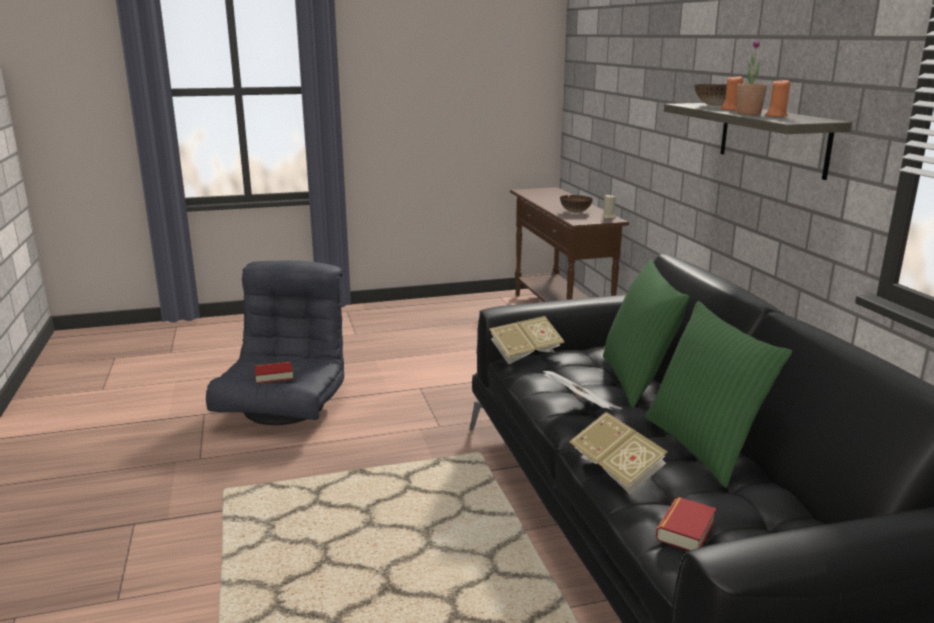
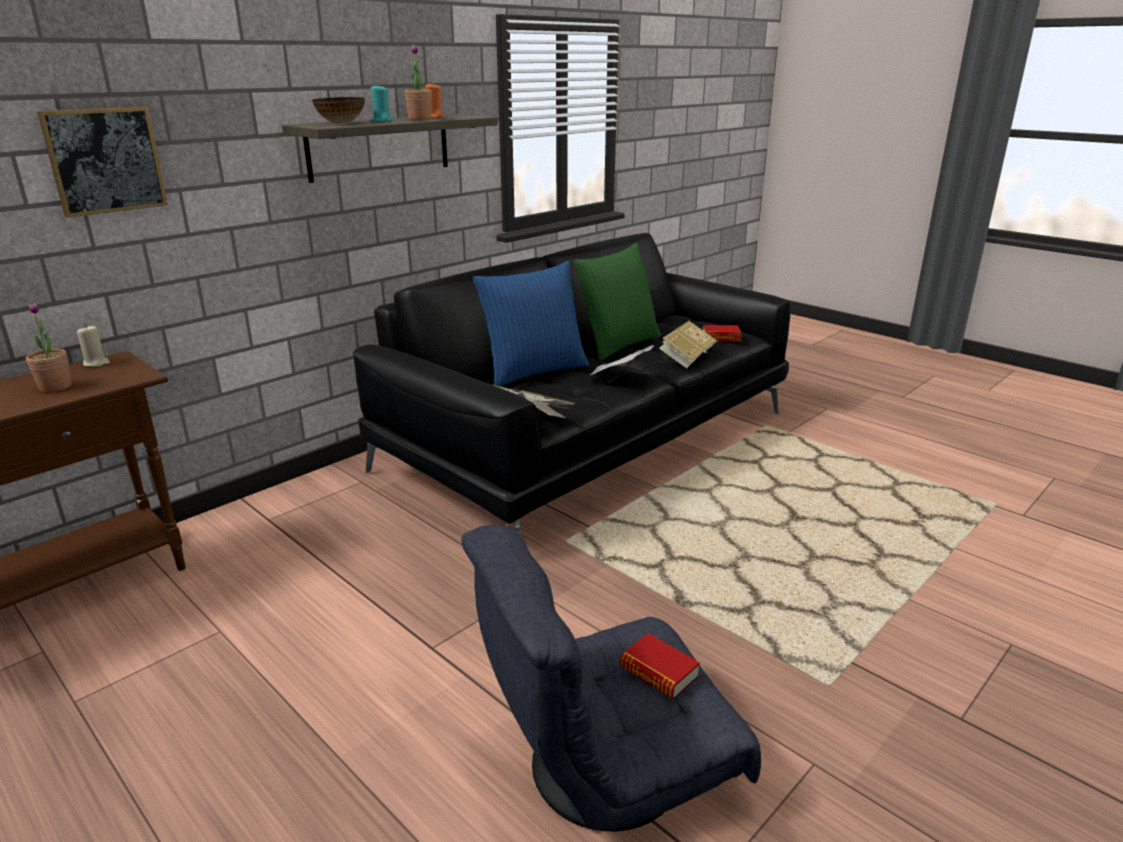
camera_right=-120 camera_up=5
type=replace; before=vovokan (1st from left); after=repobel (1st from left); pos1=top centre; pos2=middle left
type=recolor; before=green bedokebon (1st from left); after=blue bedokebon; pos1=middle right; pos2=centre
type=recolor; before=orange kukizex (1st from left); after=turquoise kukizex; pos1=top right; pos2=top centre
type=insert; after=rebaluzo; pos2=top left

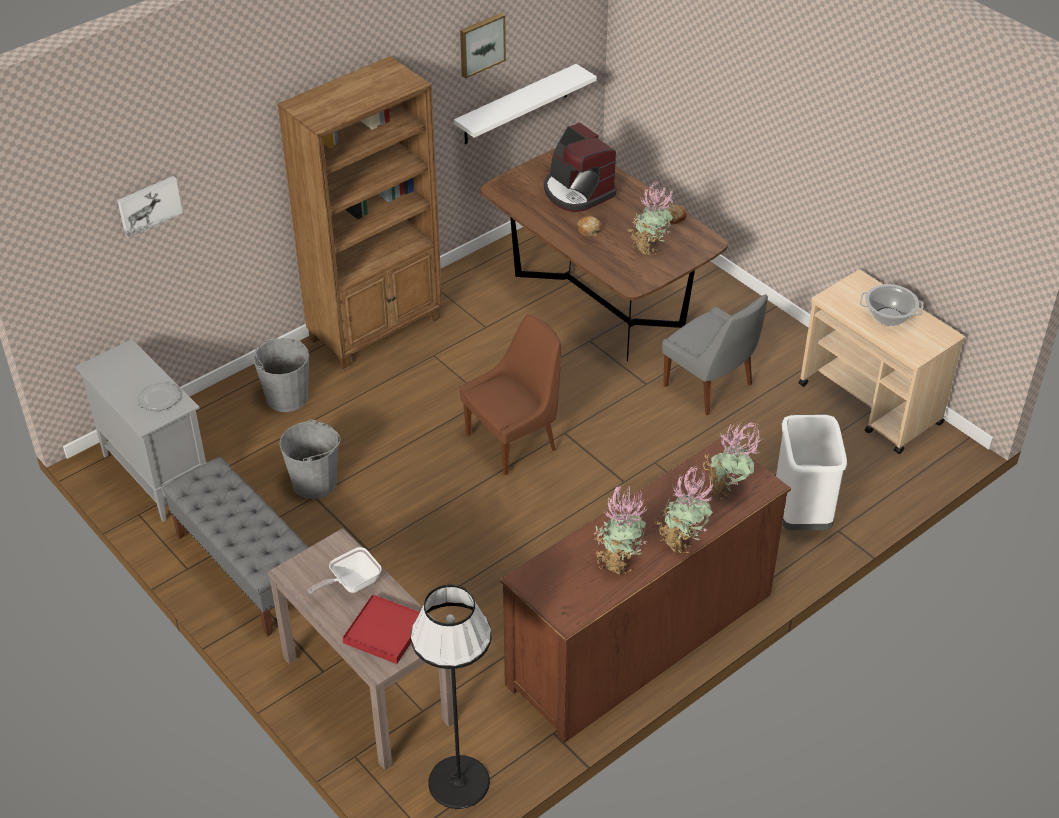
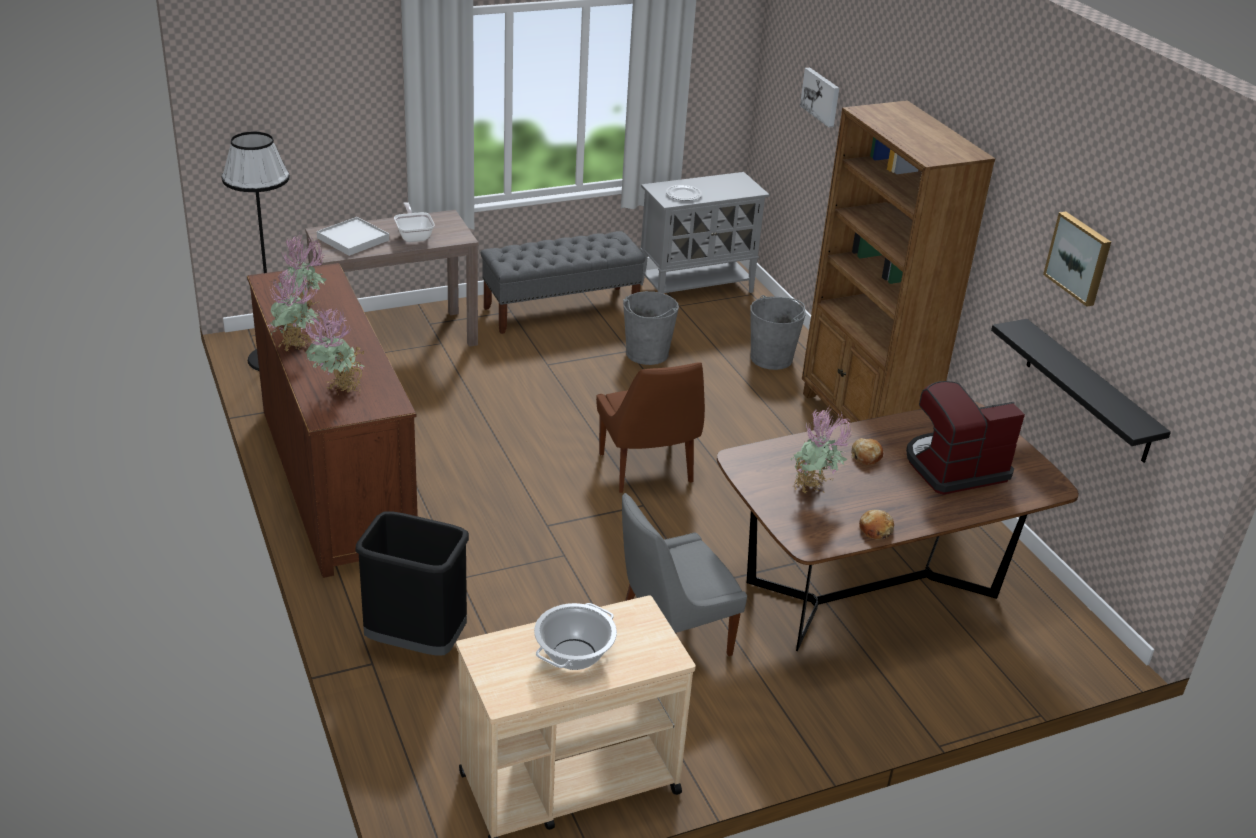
camera_right=105 camera_up=-10
type=recolor; before=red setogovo; after=white setogovo; pos1=bottom centre; pos2=top left
type=recolor; before=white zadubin; after=black zadubin; pos1=top centre; pos2=middle right
type=recolor; before=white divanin; after=black divanin; pos1=middle right; pos2=bottom left

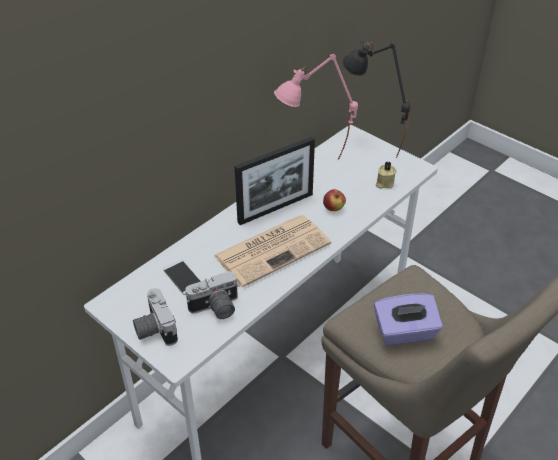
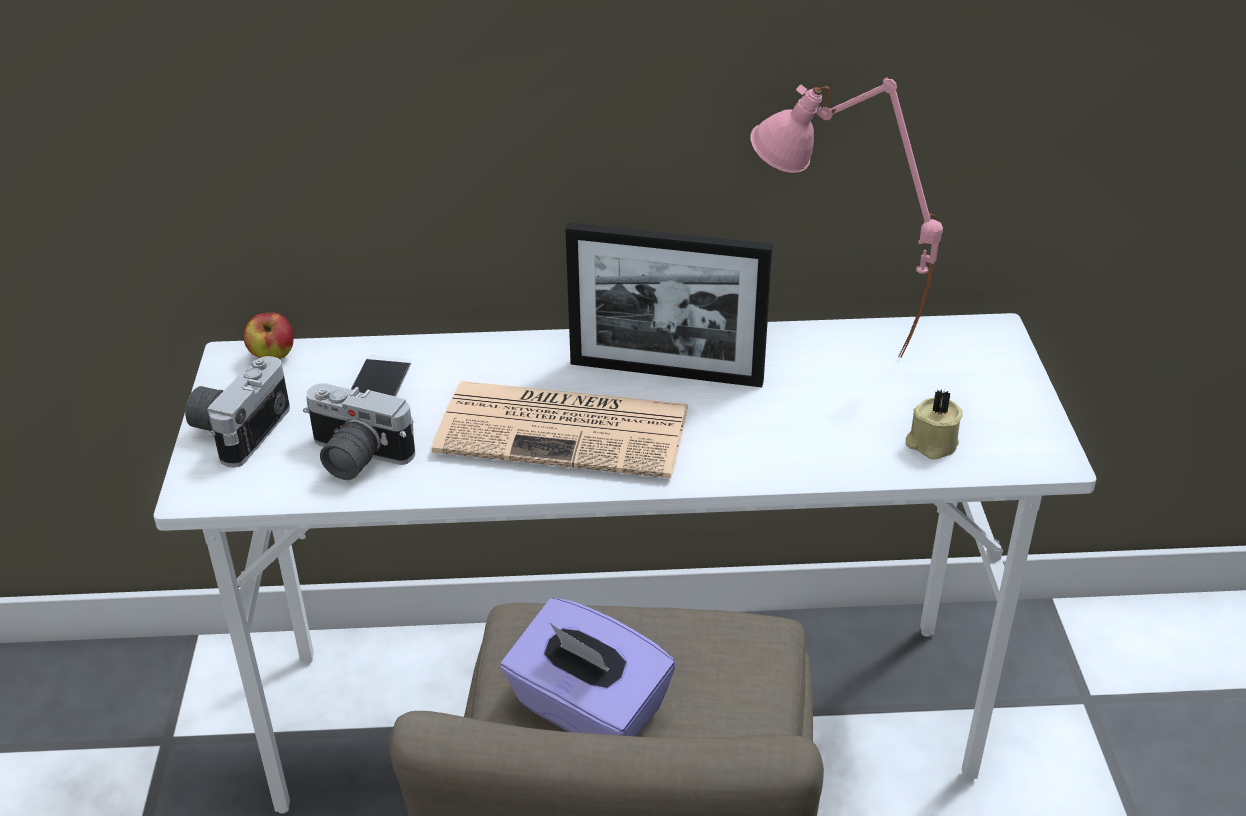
camera_right=45 camera_up=-5
type=move; before=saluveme; pos1=centre; pos2=middle left
type=delete; before=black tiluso; pos1=top right

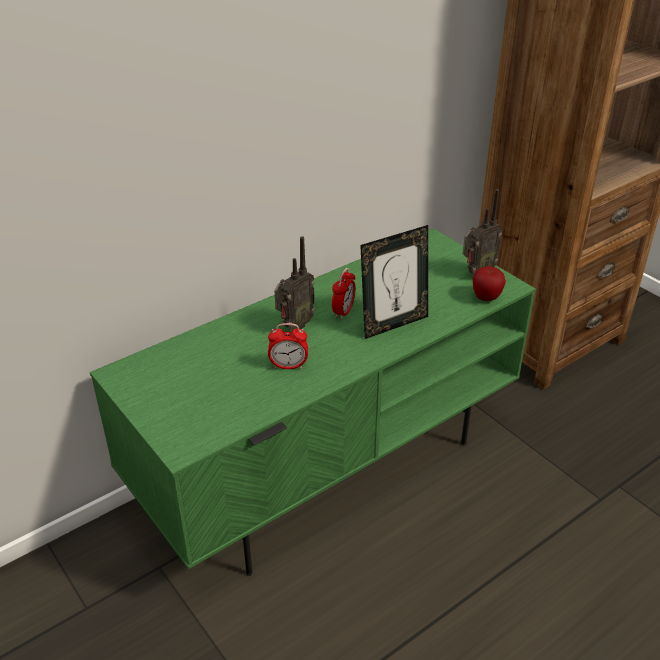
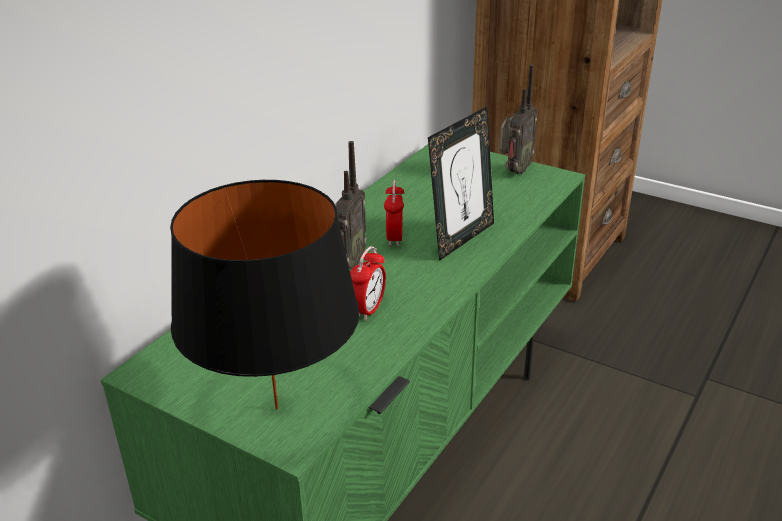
camera_right=-20 camera_up=-5
type=rotate; before=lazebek (1st from left); pos1=centre; pos2=centre; turn=-45
type=delete; before=saluveme; pos1=middle right
type=insert; after=black tiluso; pos2=centre

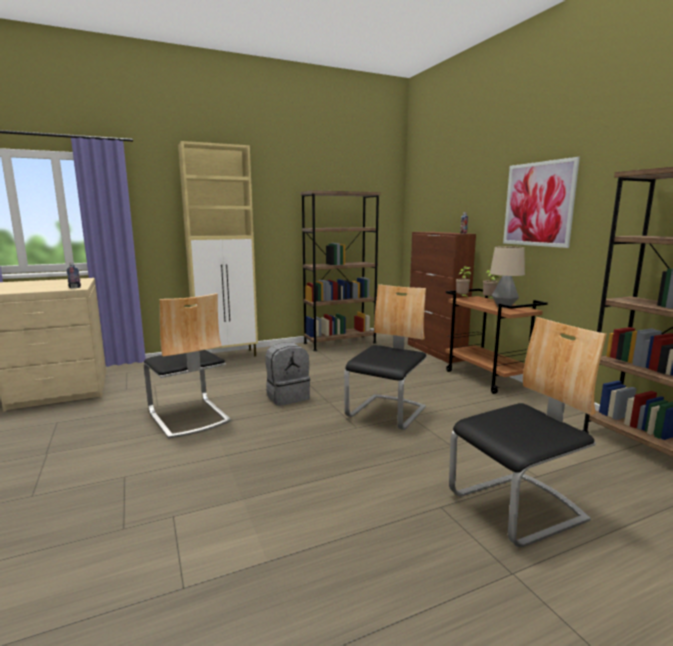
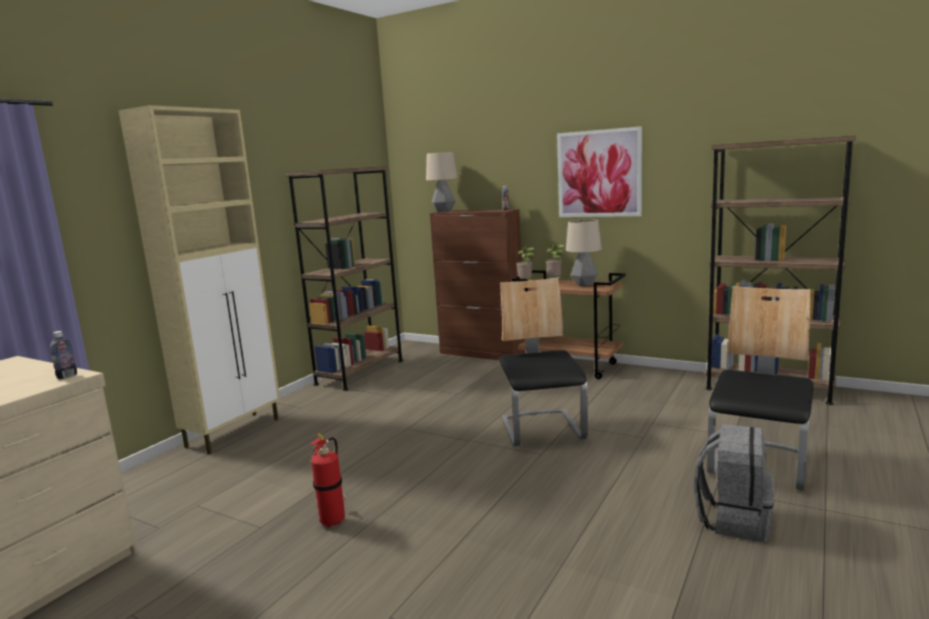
camera_right=-35 camera_up=0
type=replace; before=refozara (1st from left); after=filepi; pos1=middle left; pos2=bottom centre
type=move; before=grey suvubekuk; pos1=centre; pos2=bottom right
type=insert; after=tiluso (1st from left); pos2=top centre

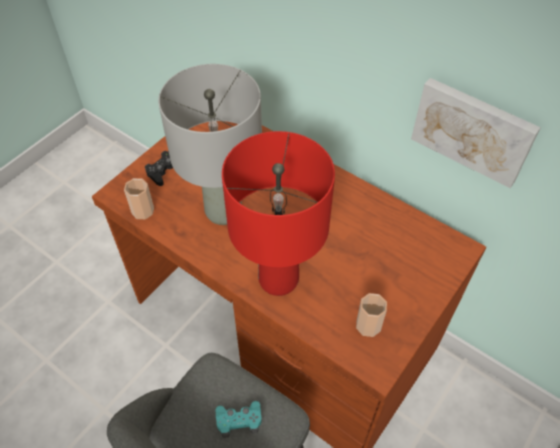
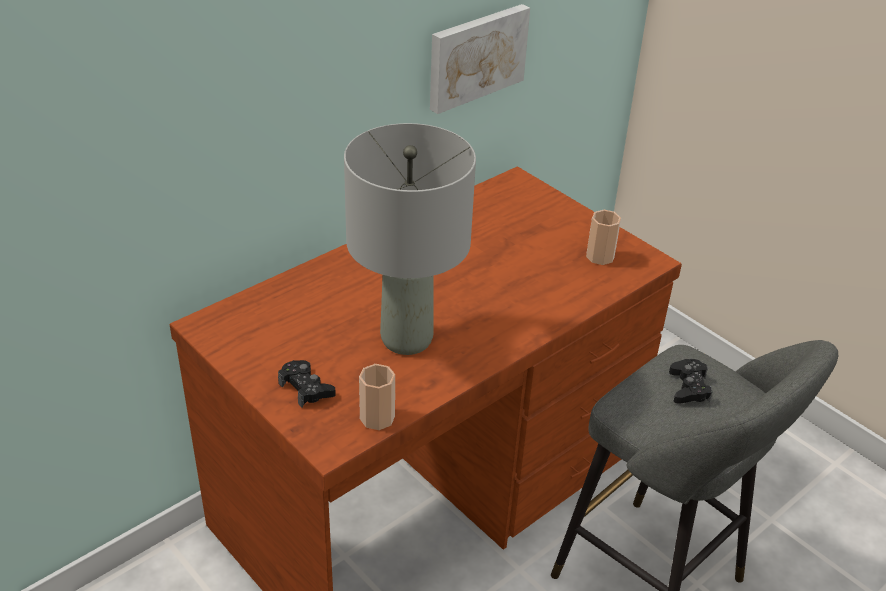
camera_right=-80 camera_up=-15
type=recolor; before=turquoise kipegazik; after=black kipegazik (2nd from left); pos1=bottom centre; pos2=middle right
type=delete; before=red tiluso; pos1=centre

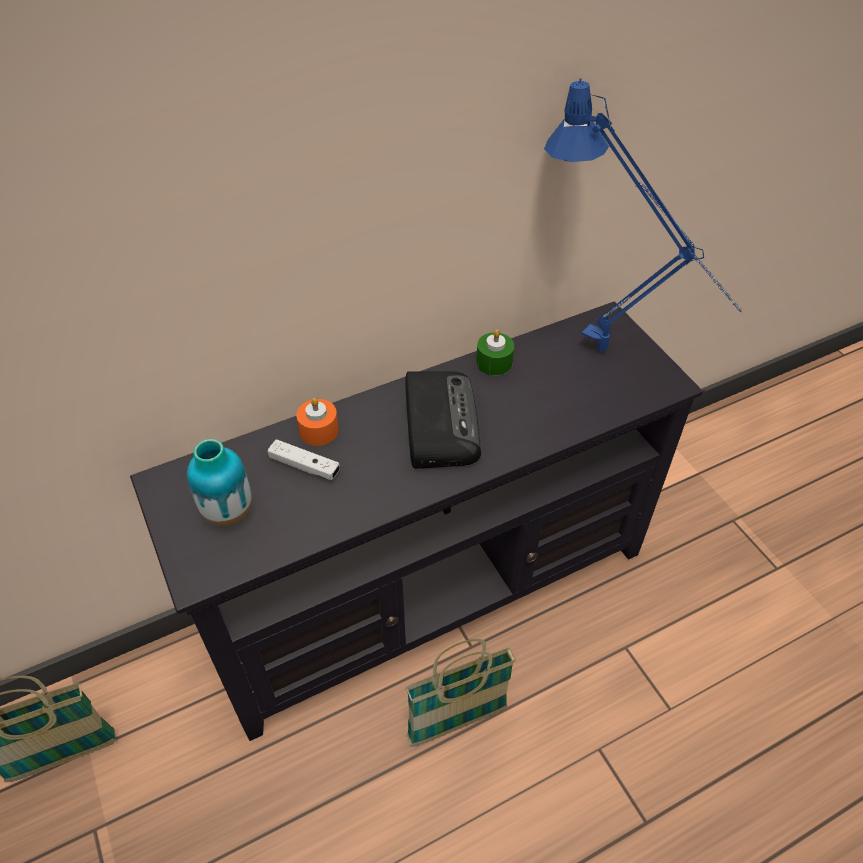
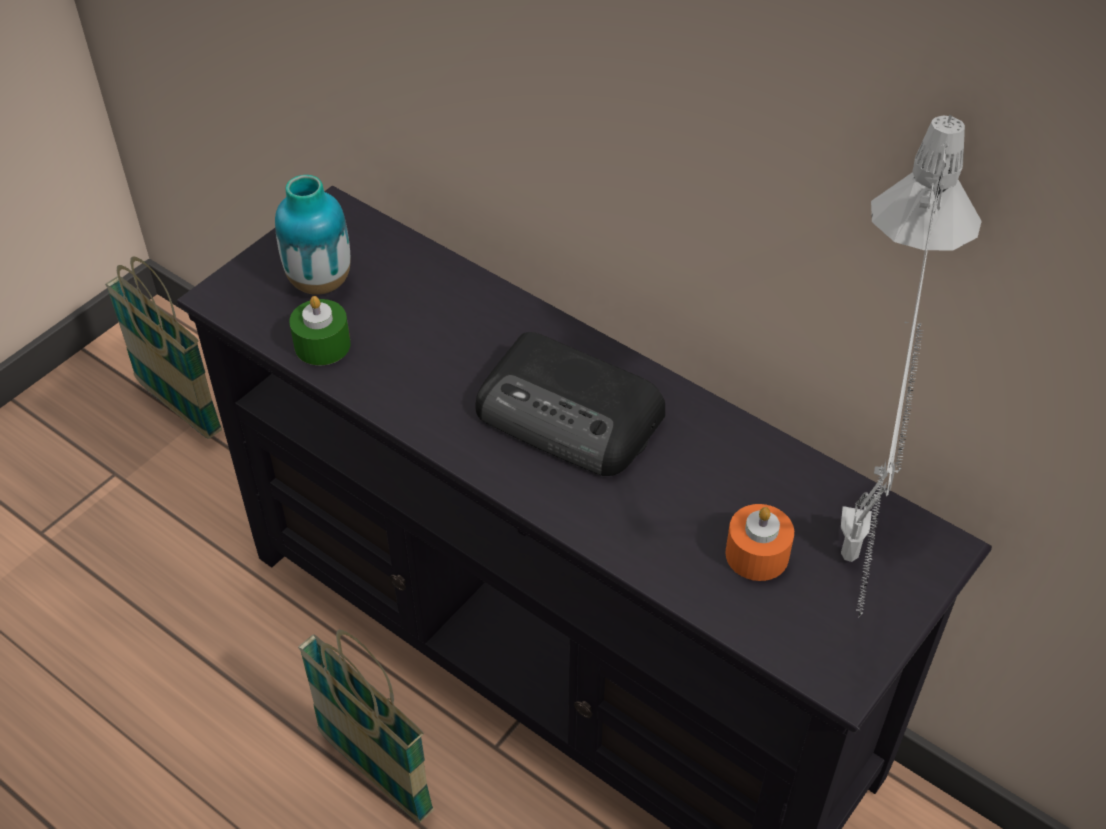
camera_right=65 camera_up=0
type=delete; before=white kipegazik; pos1=centre
type=move; before=orange kukizex; pos1=centre; pos2=middle right
type=rotate; before=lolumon; pos1=centre; pos2=centre; turn=60
type=move; before=green kukizex; pos1=centre; pos2=middle left
type=recolor; before=blue tiluso; after=grey tiluso; pos1=top right; pos2=middle right

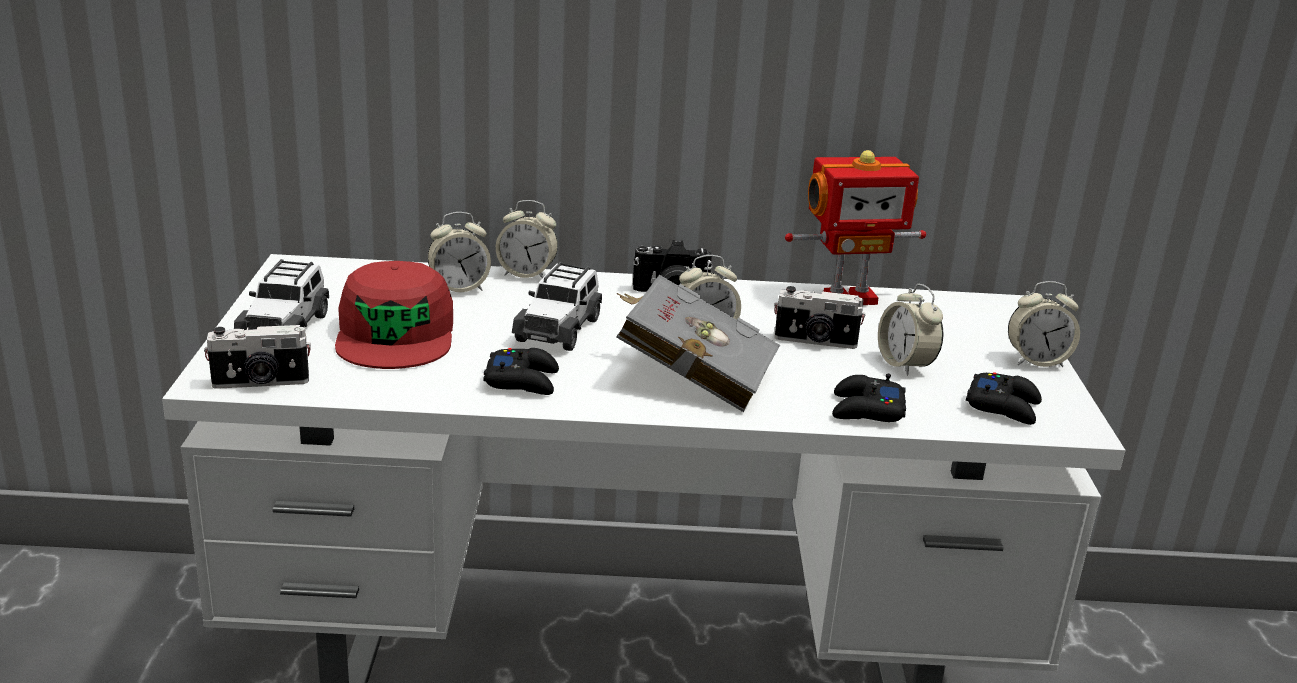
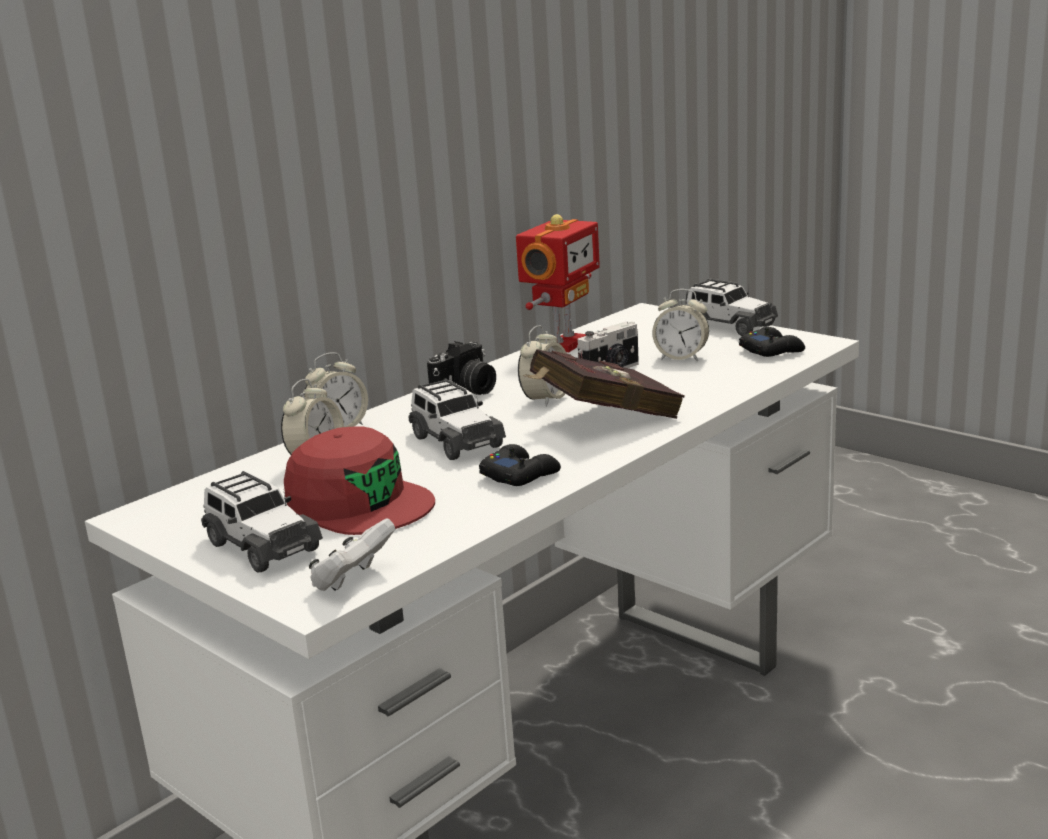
camera_right=-45 camera_up=-5
type=replace; before=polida (1st from left); after=white kipegazik; pos1=middle left; pos2=centre
type=recolor; before=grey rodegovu; after=red rodegovu; pos1=centre; pos2=centre
type=delete; before=black kipegazik (2nd from left); pos1=middle right
type=replace; before=lazebek (5th from left); after=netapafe (3rd from left); pos1=middle right; pos2=middle right

